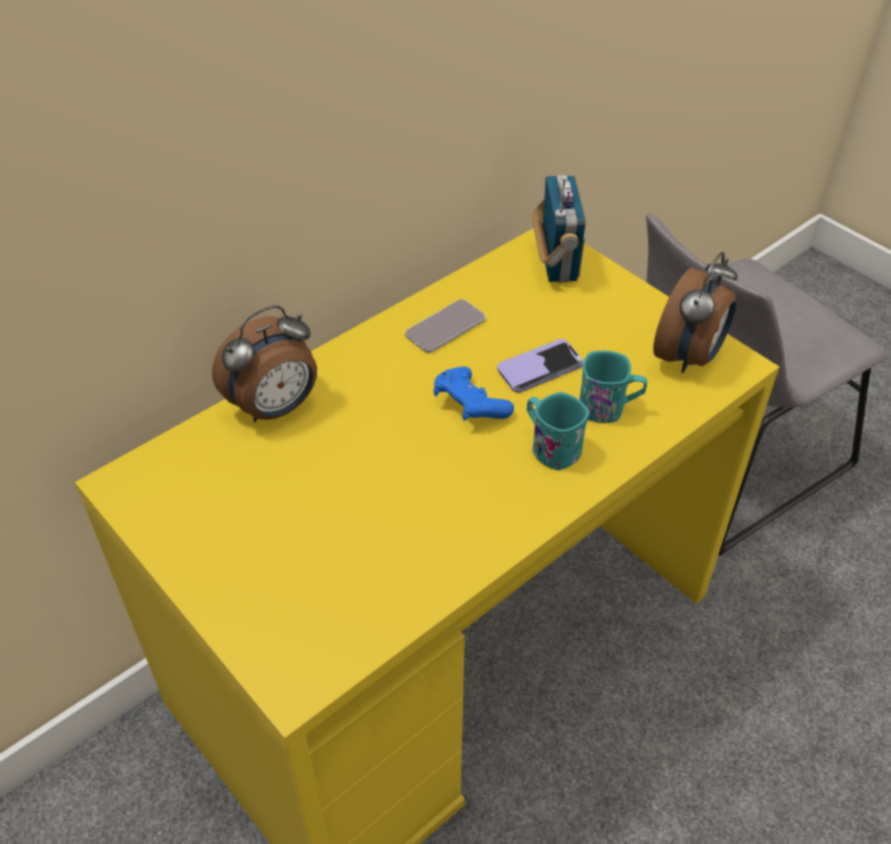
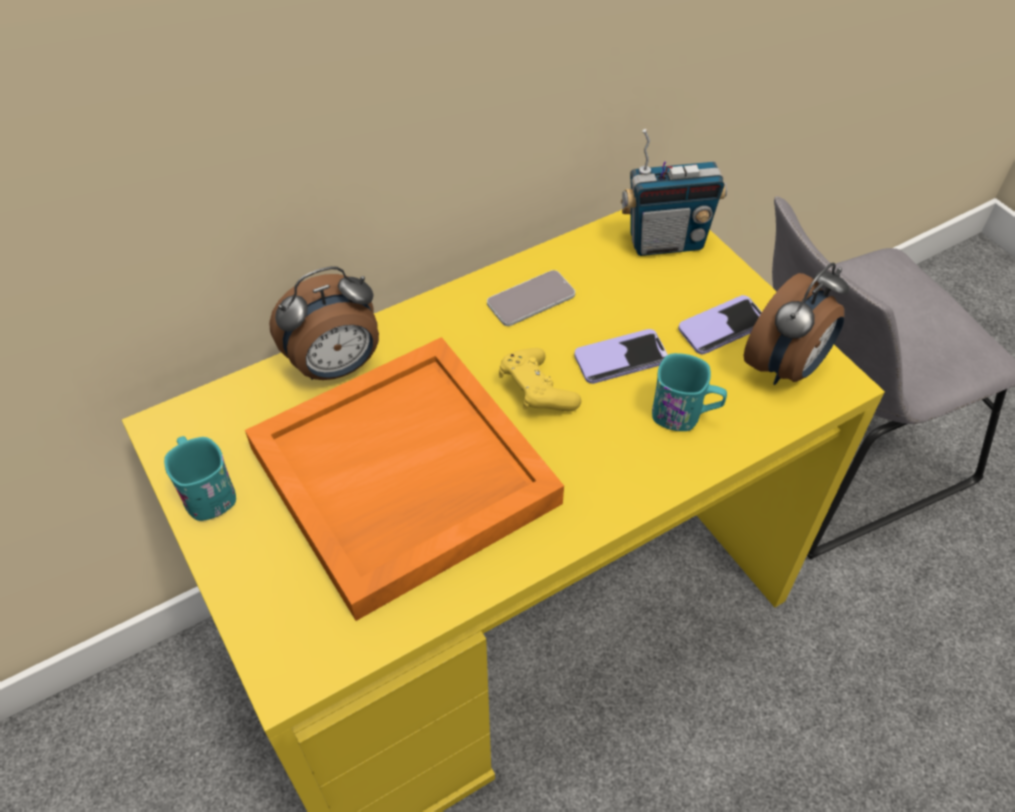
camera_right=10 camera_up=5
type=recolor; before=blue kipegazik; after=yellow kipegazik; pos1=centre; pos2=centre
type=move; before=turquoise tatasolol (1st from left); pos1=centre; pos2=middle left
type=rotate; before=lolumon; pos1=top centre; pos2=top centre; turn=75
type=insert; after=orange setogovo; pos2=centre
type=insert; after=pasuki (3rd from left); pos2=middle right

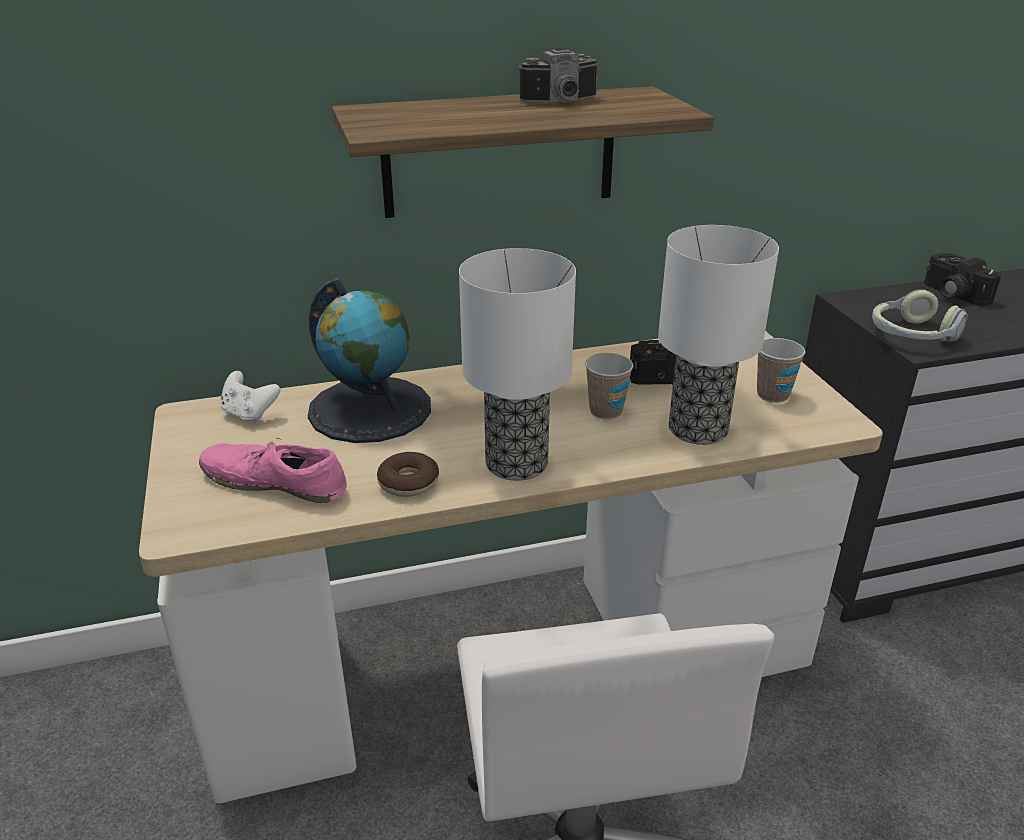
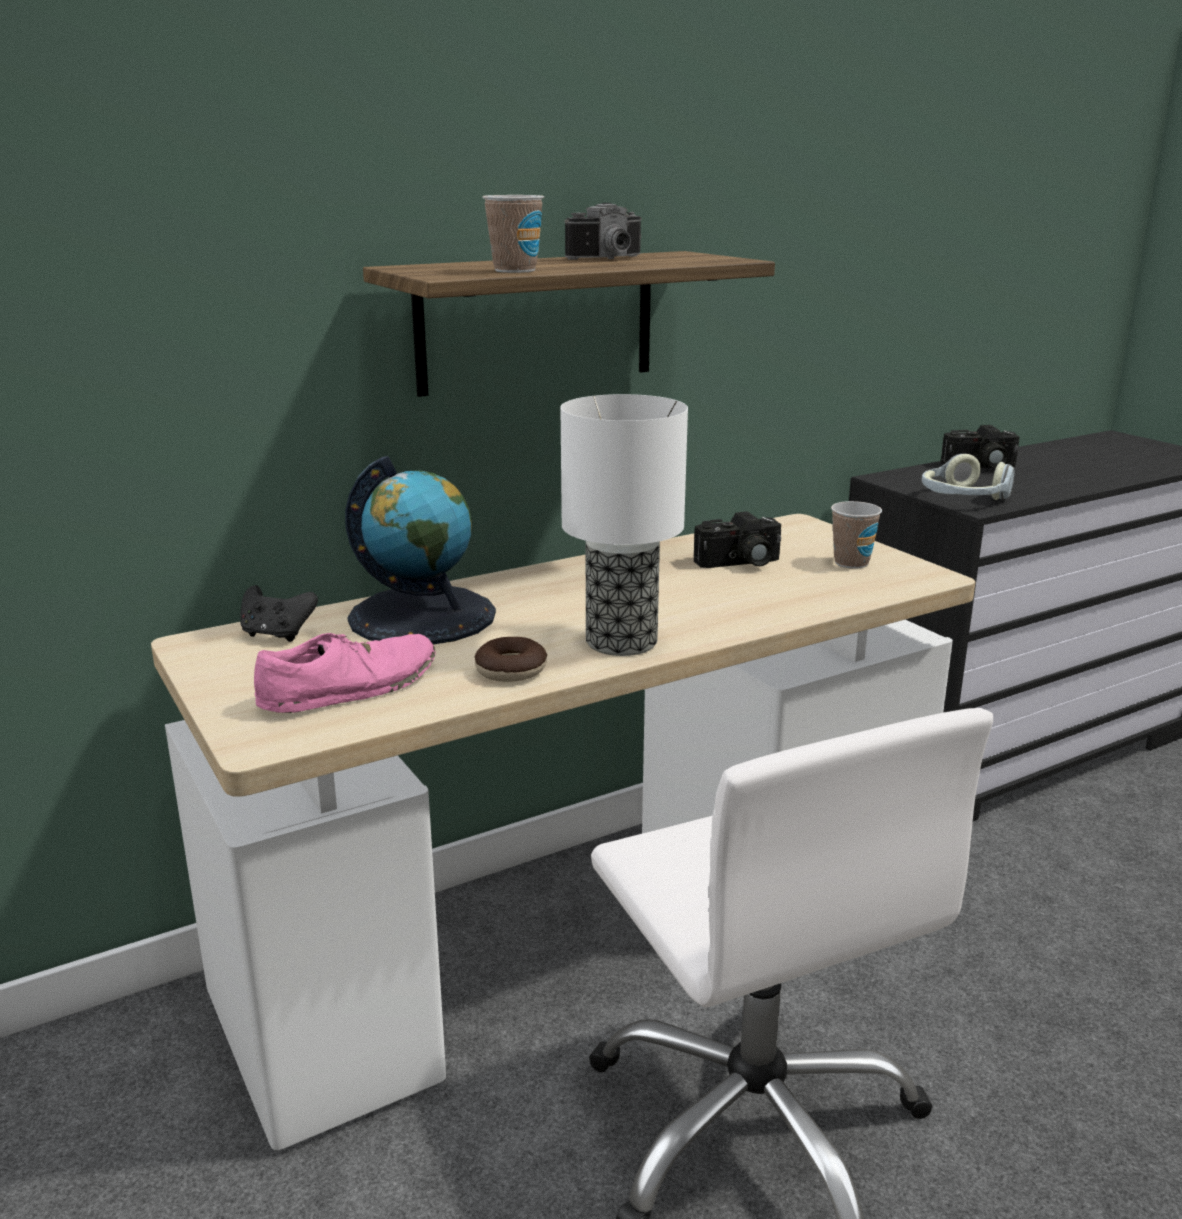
camera_right=-15 camera_up=-10
type=rotate; before=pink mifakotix; pos1=middle left; pos2=middle left; turn=135
type=recolor; before=white kipegazik; after=black kipegazik; pos1=middle left; pos2=middle left
type=move; before=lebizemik (1st from left); pos1=centre; pos2=top centre
type=delete; before=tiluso (2nd from left); pos1=middle right
type=rotate; before=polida (3rd from left); pos1=middle right; pos2=middle right; turn=-45

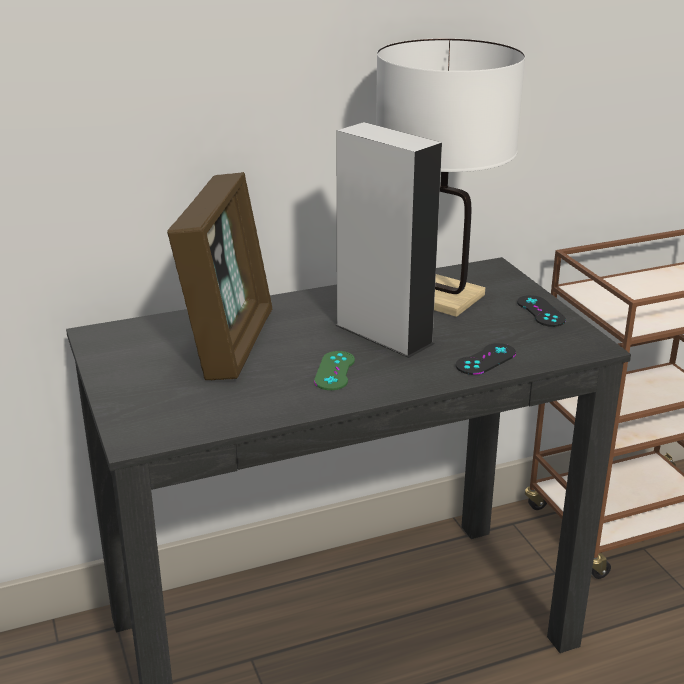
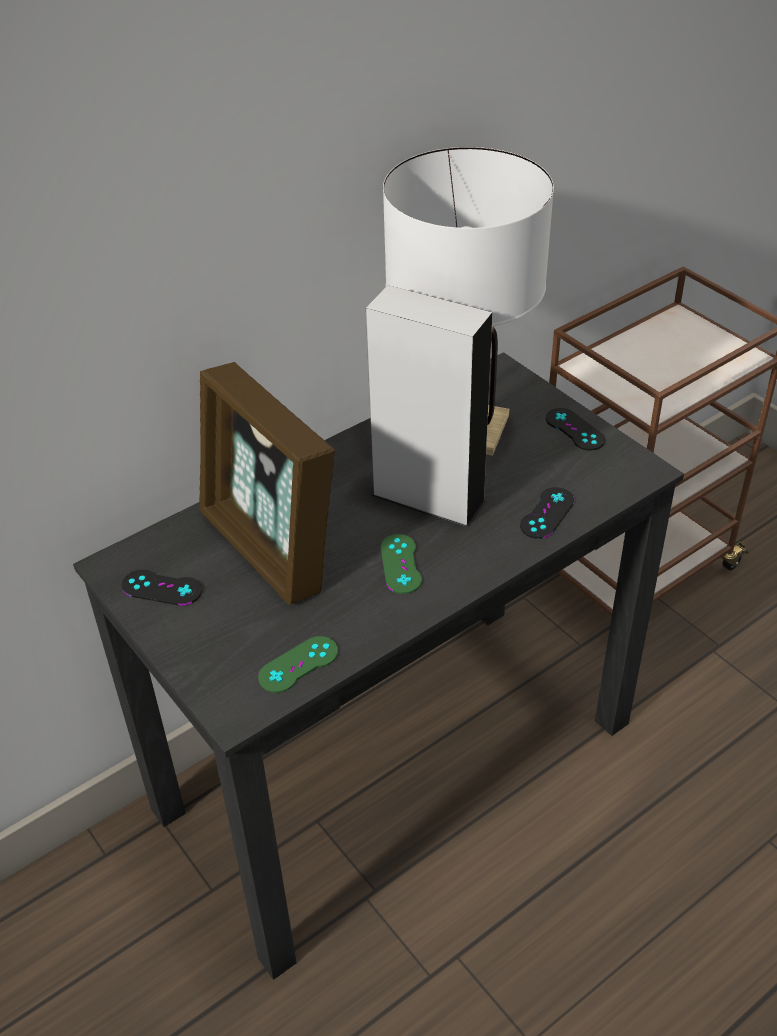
camera_right=-15 camera_up=15
type=rotate; before=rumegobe; pos1=middle left; pos2=centre; turn=150
type=insert; after=black kipegazik (1st from left); pos2=middle left
type=insert; after=green kipegazik (1st from left); pos2=centre

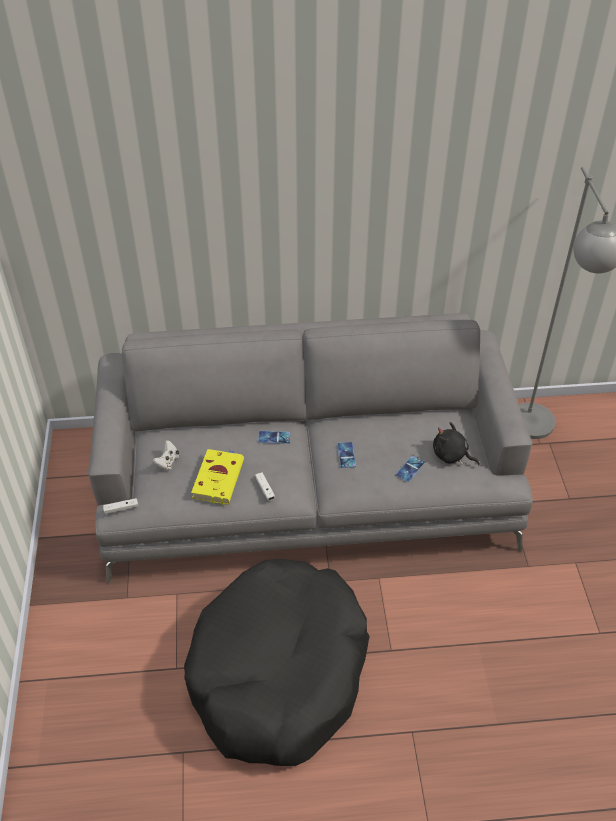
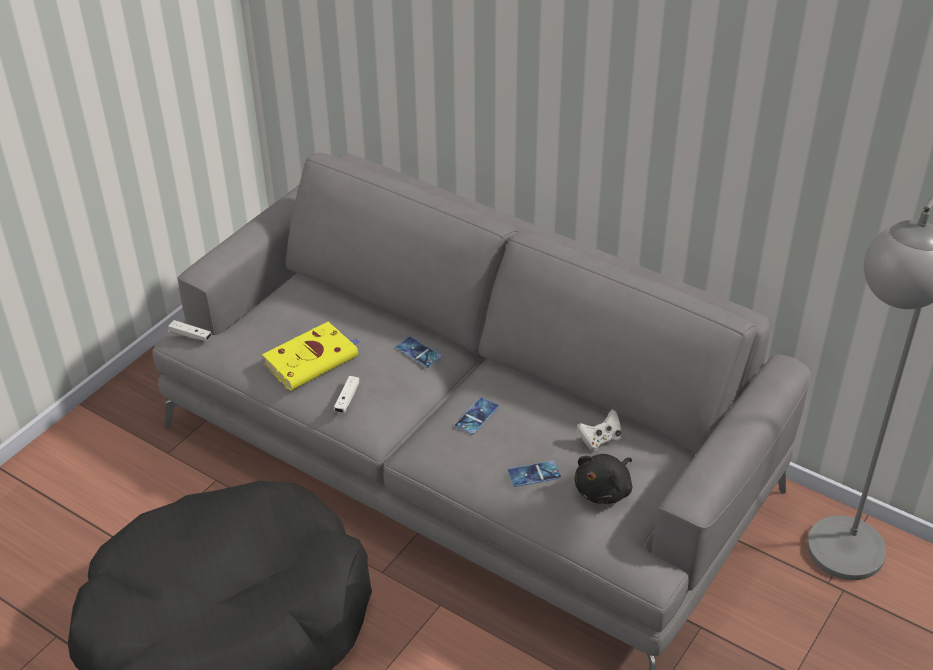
camera_right=40 camera_up=-5
type=move; before=white kipegazik (2nd from left in the first image); after=white kipegazik (3rd from left); pos1=middle left; pos2=centre
type=rotate; before=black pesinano; pos1=middle right; pos2=bottom centre; turn=-120

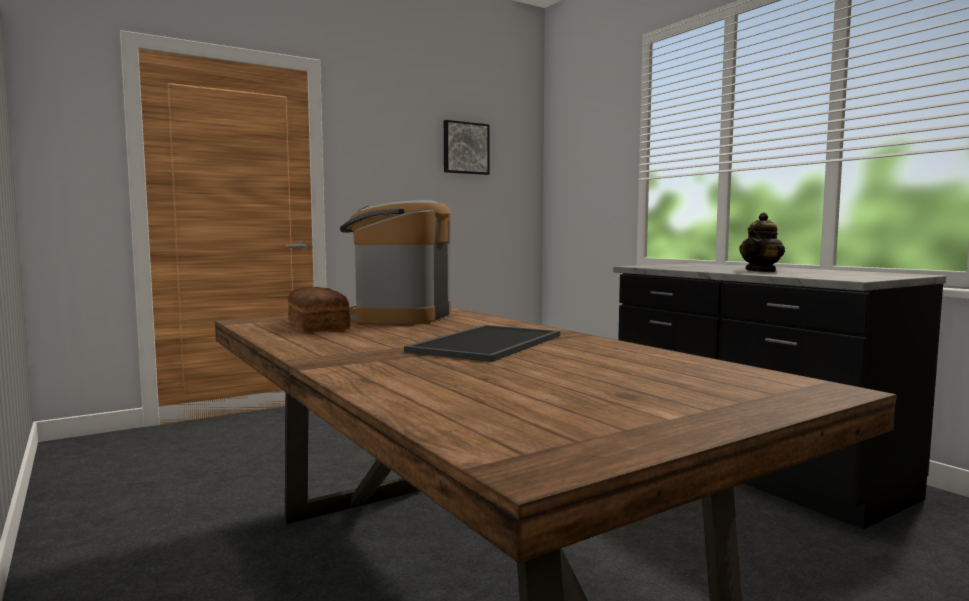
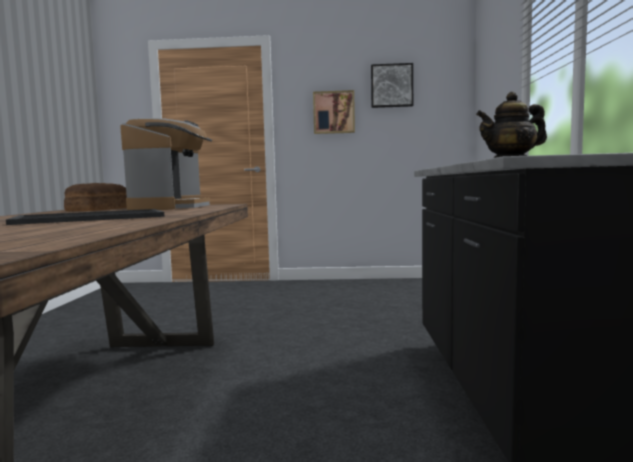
camera_right=35 camera_up=0
type=rotate; before=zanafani; pos1=centre; pos2=middle left; turn=135
type=insert; after=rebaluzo (1st from left); pos2=top centre

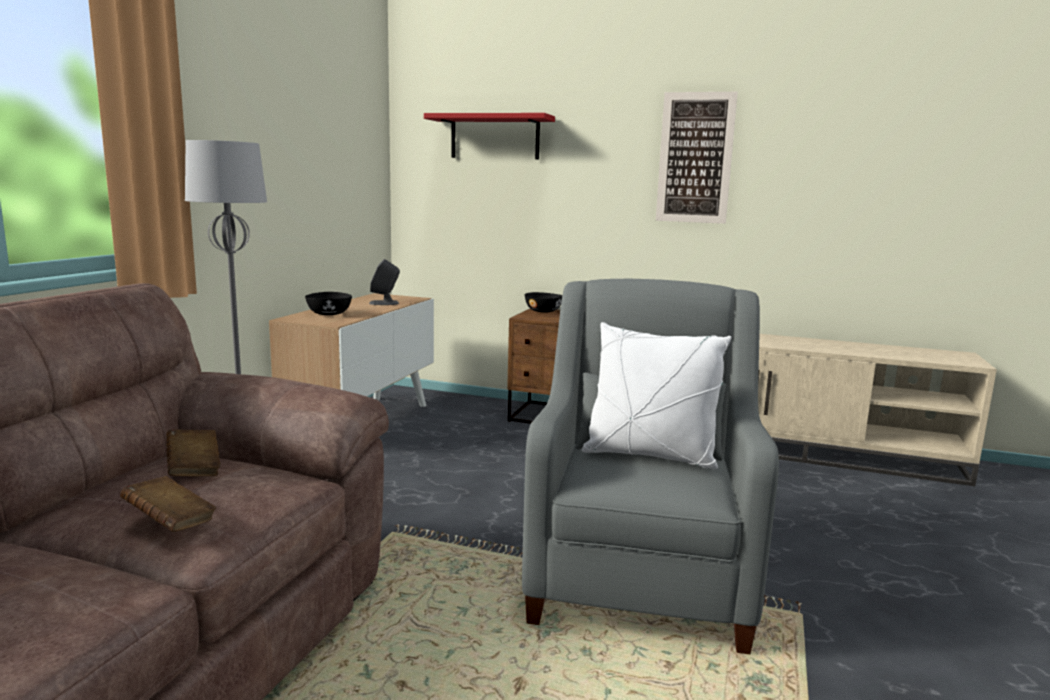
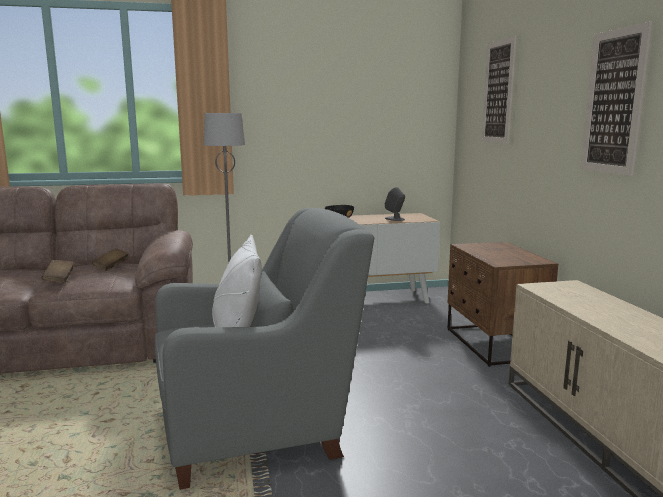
camera_right=60 camera_up=0
type=replace; before=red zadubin; after=rebaluzo (1st from left); pos1=top centre; pos2=top right
type=delete; before=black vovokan (2nd from left); pos1=centre

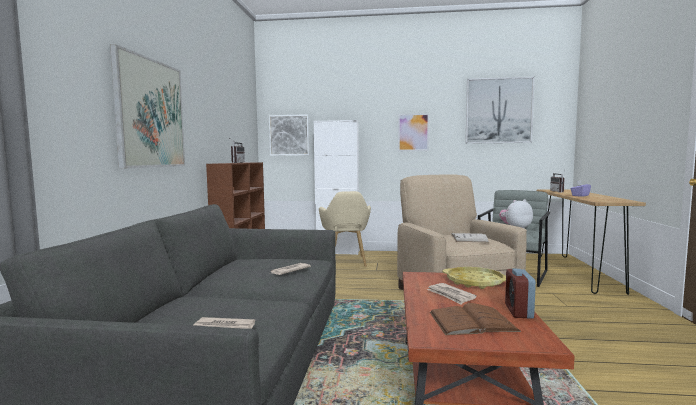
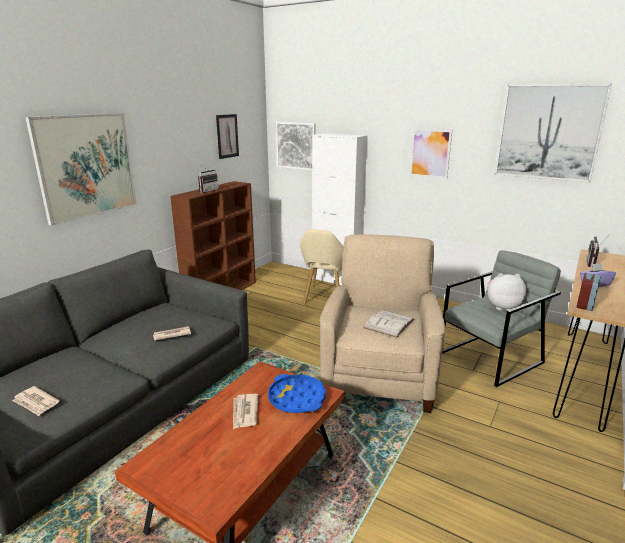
camera_right=25 camera_up=15
type=delete; before=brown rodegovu; pos1=bottom right
type=recolor; before=yellow setogovo; after=blue setogovo; pos1=bottom right; pos2=bottom centre
type=move; before=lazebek; pos1=bottom right; pos2=middle right
type=insert; after=rebaluzo (2nd from left); pos2=top centre

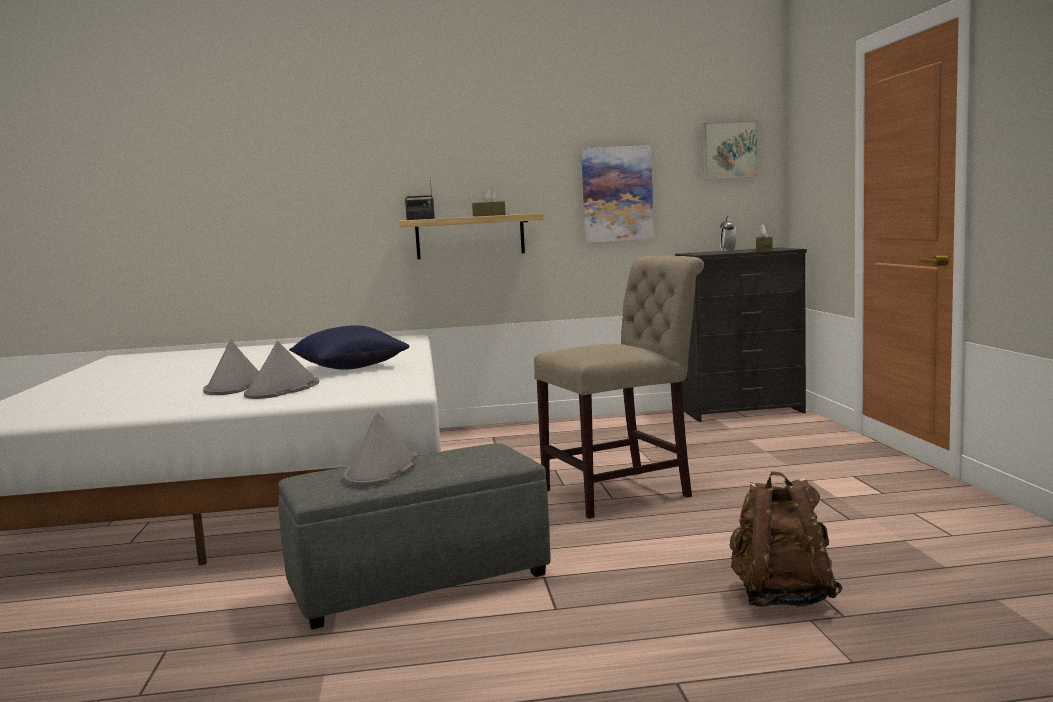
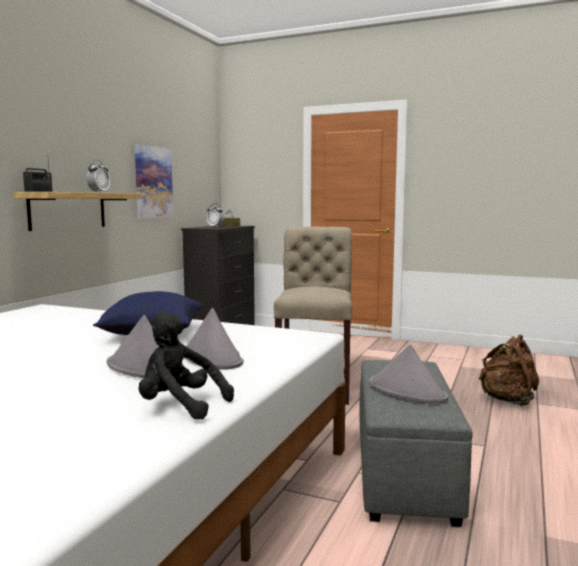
camera_right=-60 camera_up=0
type=replace; before=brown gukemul (1st from left); after=lazebek (1st from left); pos1=top centre; pos2=top left
type=delete; before=rebaluzo (2nd from left); pos1=top right
type=insert; after=black pesinano; pos2=middle left

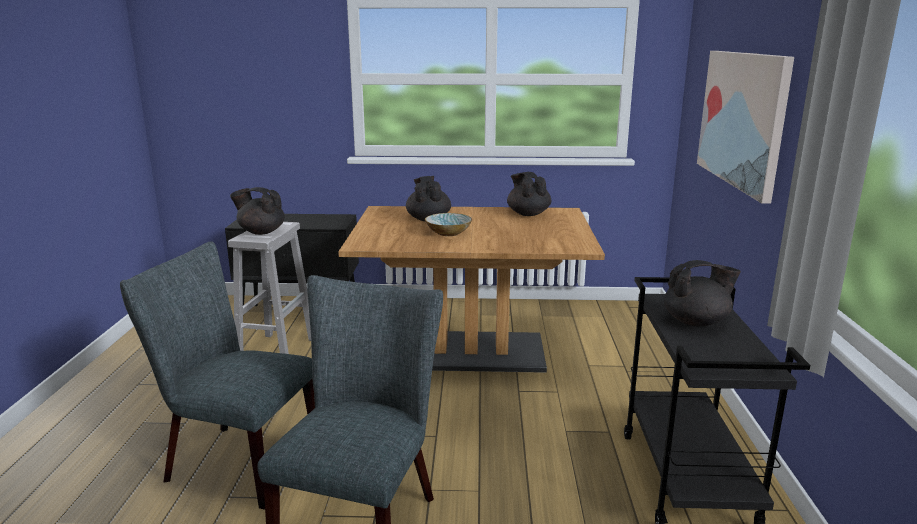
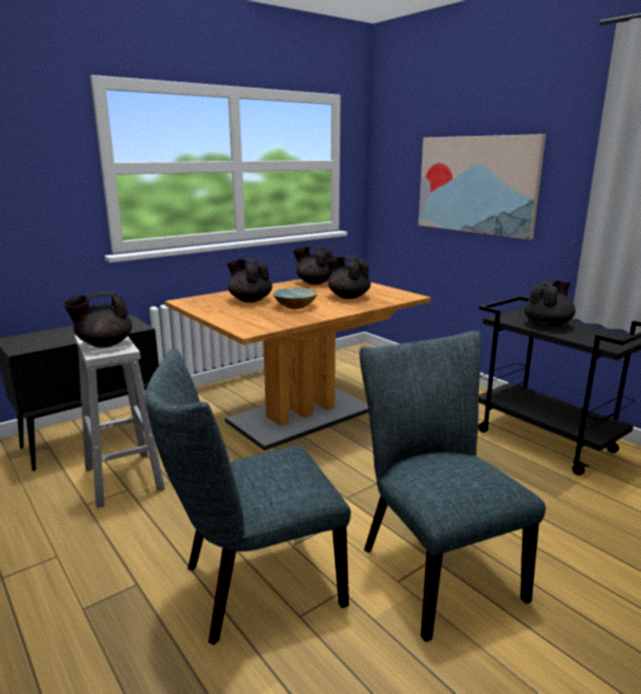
camera_right=-40 camera_up=0
type=insert; after=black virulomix (4th from left); pos2=centre

